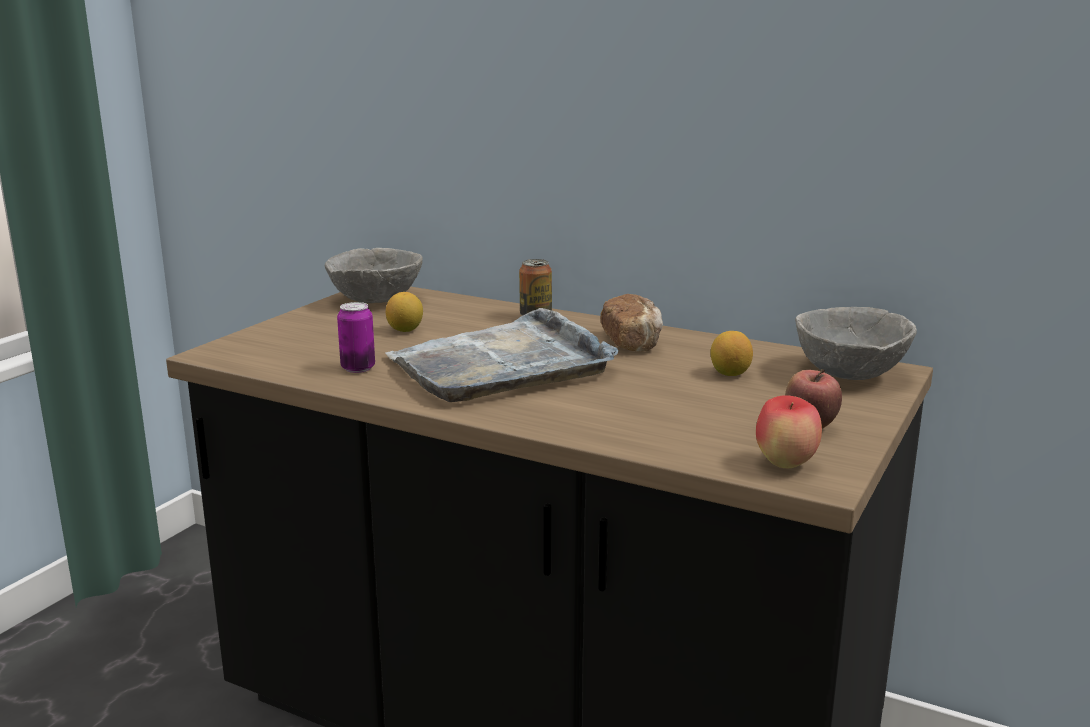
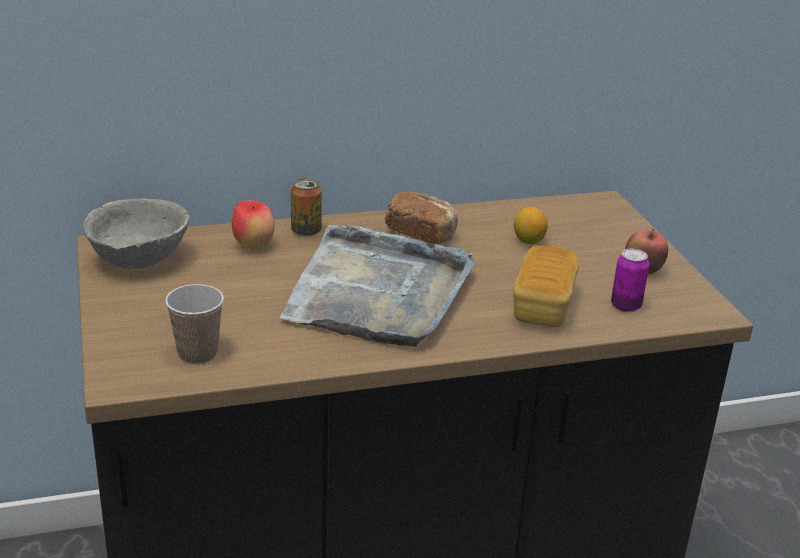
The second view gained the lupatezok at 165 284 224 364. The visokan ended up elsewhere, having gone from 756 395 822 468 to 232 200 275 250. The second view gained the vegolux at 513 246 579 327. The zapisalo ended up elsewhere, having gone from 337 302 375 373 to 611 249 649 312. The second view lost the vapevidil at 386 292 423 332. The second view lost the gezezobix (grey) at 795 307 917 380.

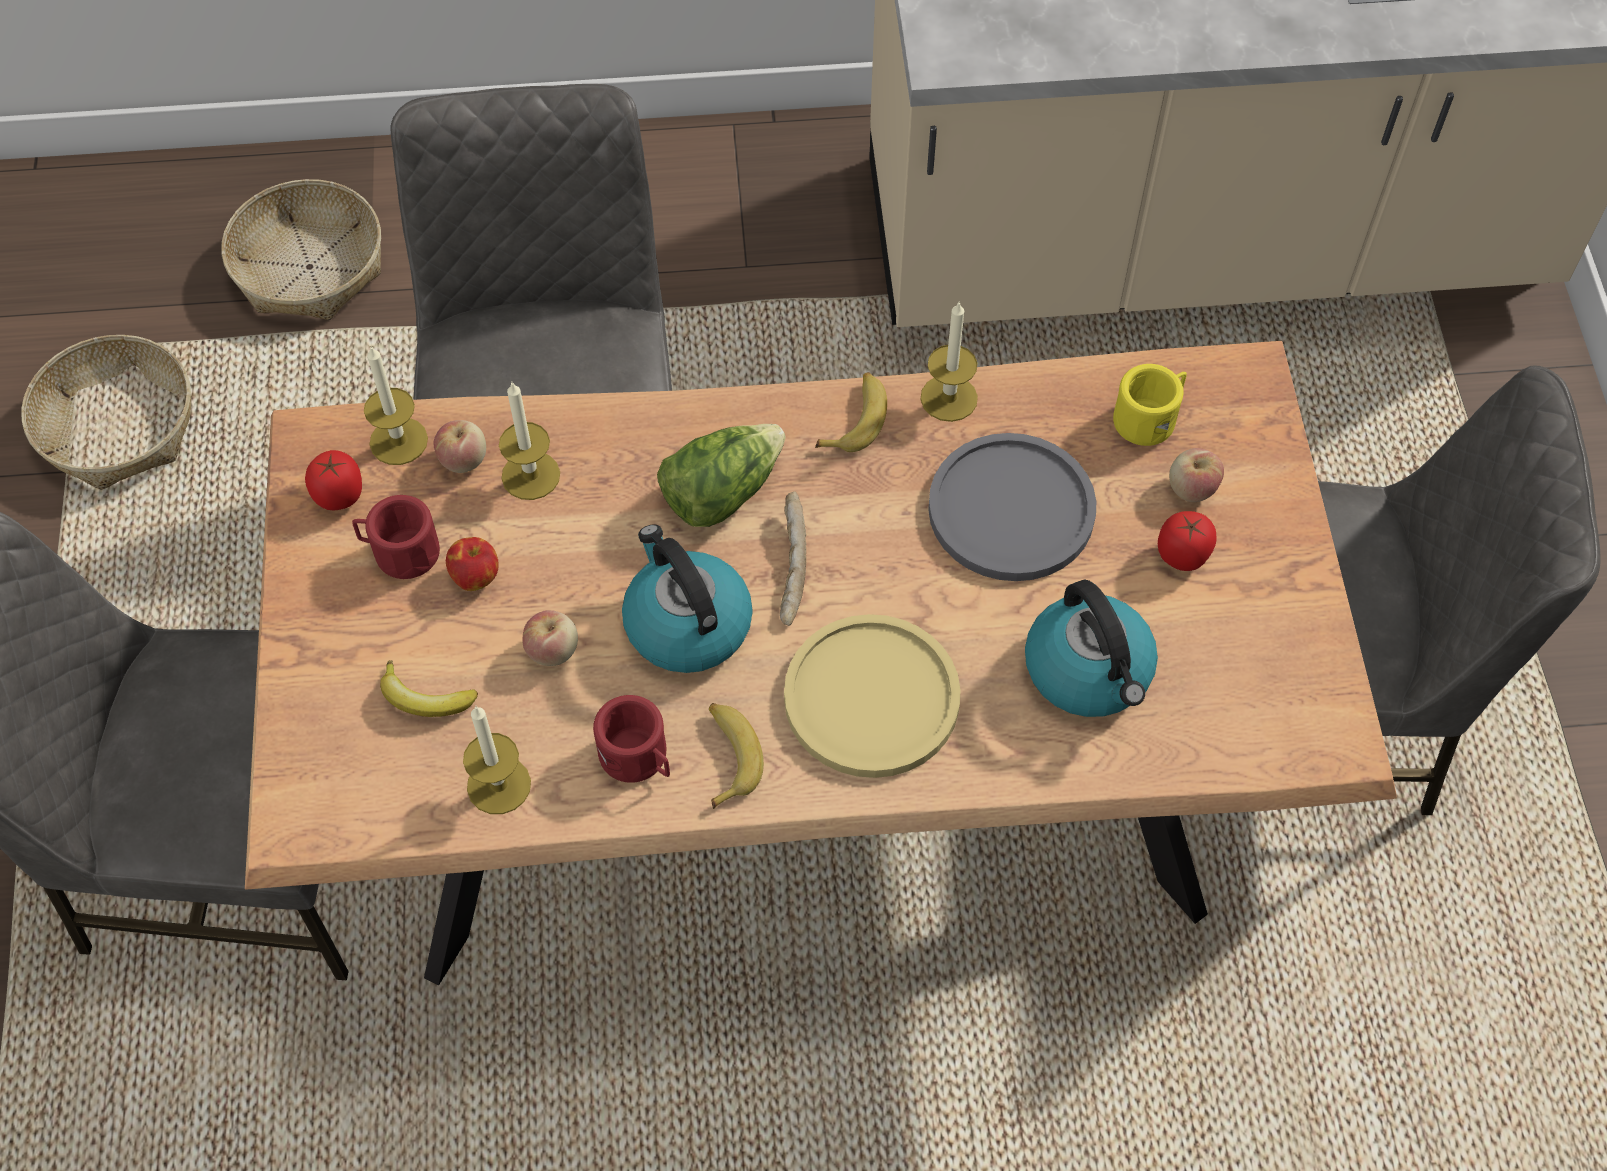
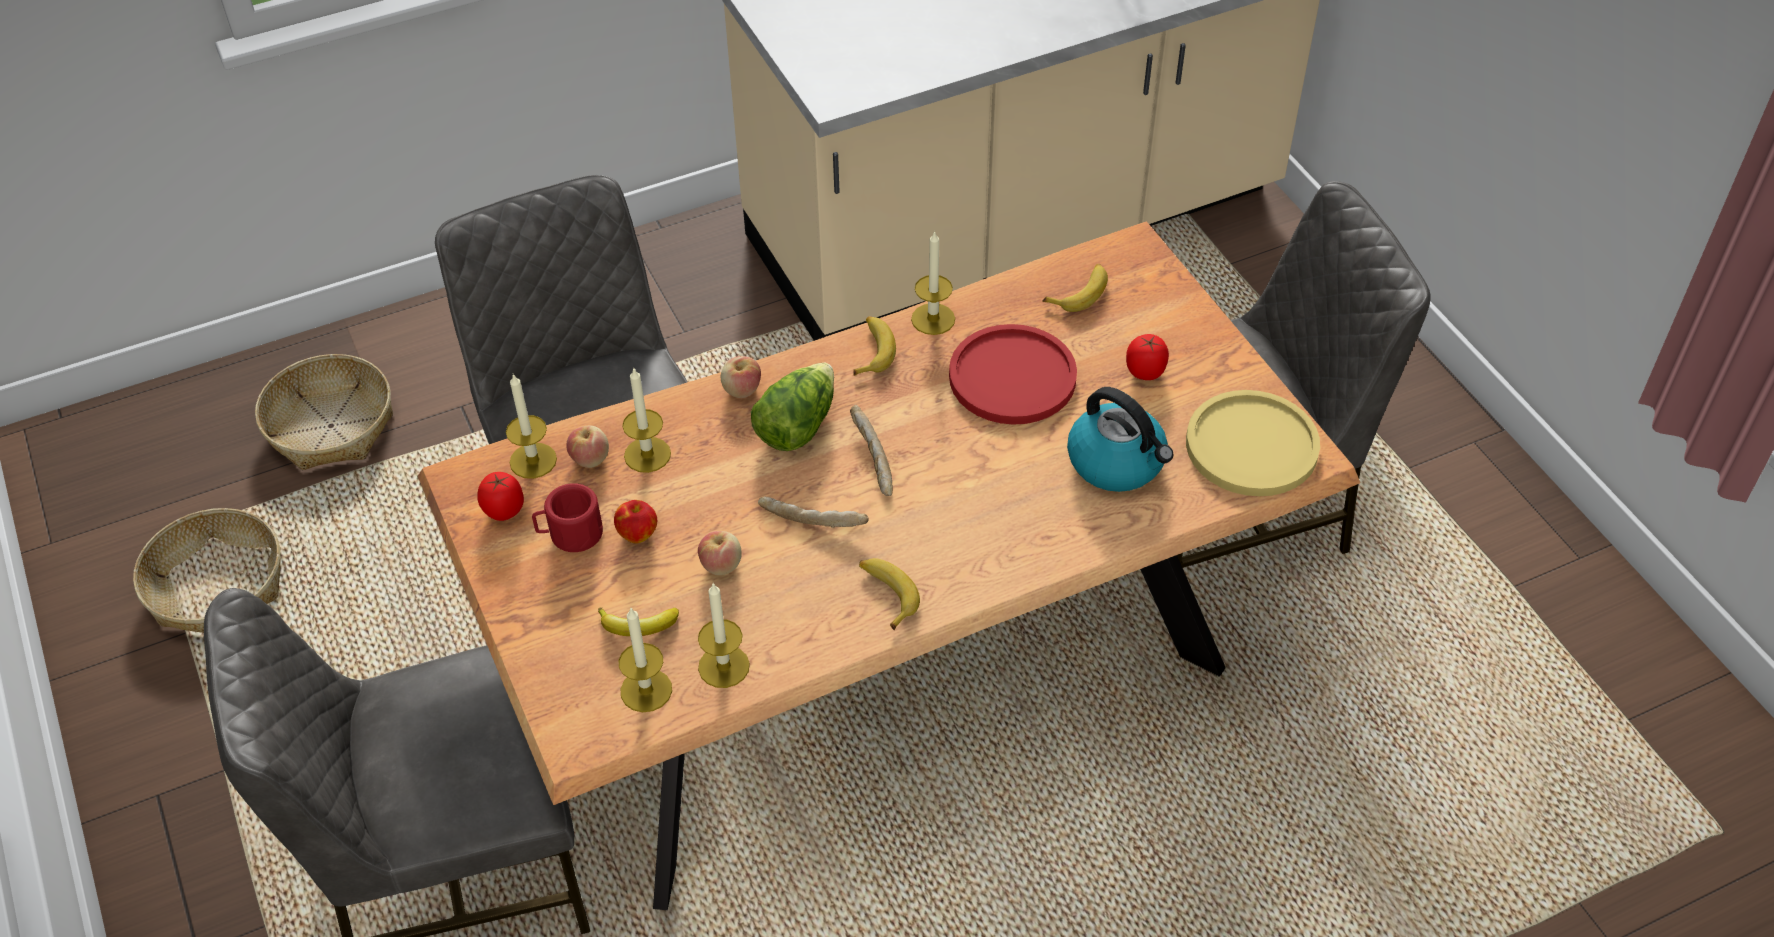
The second view gained the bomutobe at 618 608 672 712. The visokan ended up elsewhere, having gone from 1169 448 1224 502 to 721 356 761 398. Where the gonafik stood at 622 524 753 673, the vegolux came to stand at 758 497 869 528. What was the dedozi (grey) at 928 433 1096 581 turned into the dedozi (red) at 949 324 1077 425. Where the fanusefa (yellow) stood at 1113 364 1187 446, the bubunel came to stand at 1042 264 1108 312. The dedozi (yellow) ended up elsewhere, having gone from 784 614 961 778 to 1186 390 1320 496. The second view lost the fanusefa (red) at 593 695 670 783.

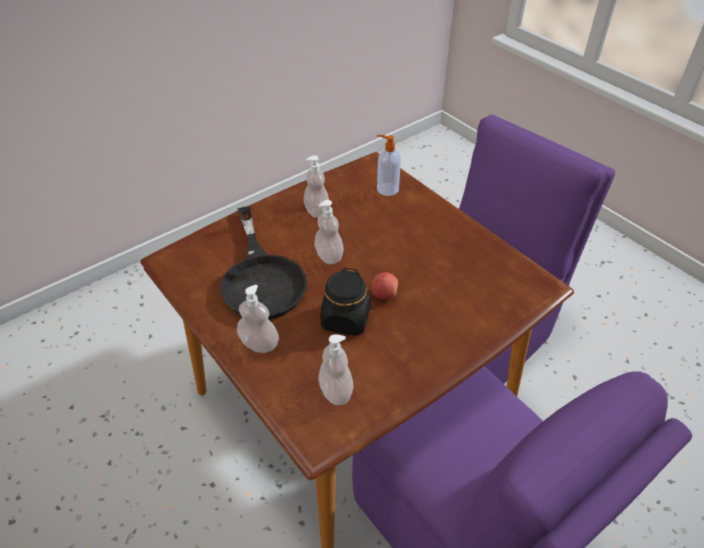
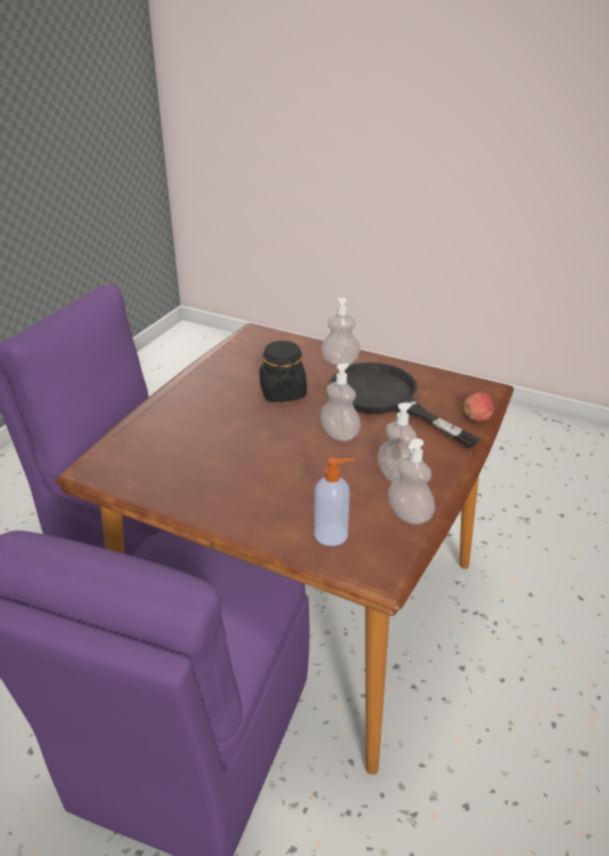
The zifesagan ended up elsewhere, having gone from 318 334 353 405 to 388 438 435 525. The visokan ended up elsewhere, having gone from 372 272 398 299 to 464 392 493 422.

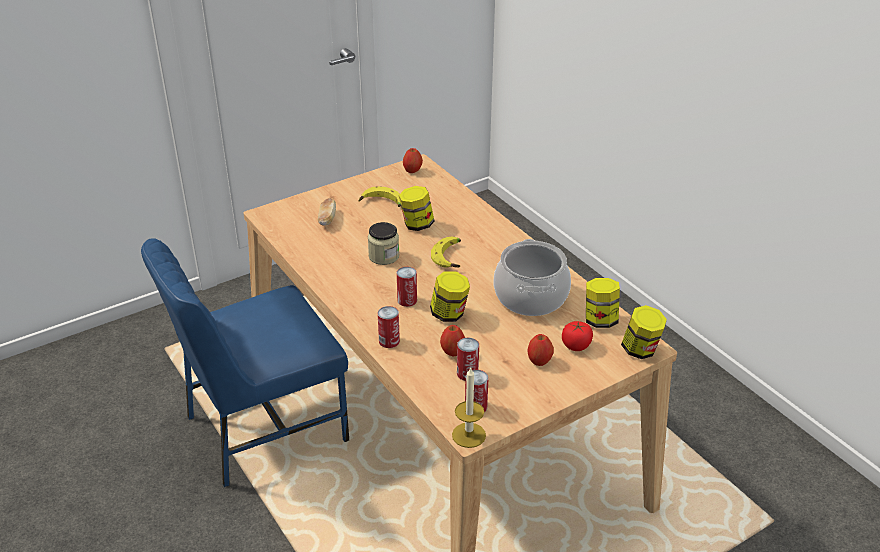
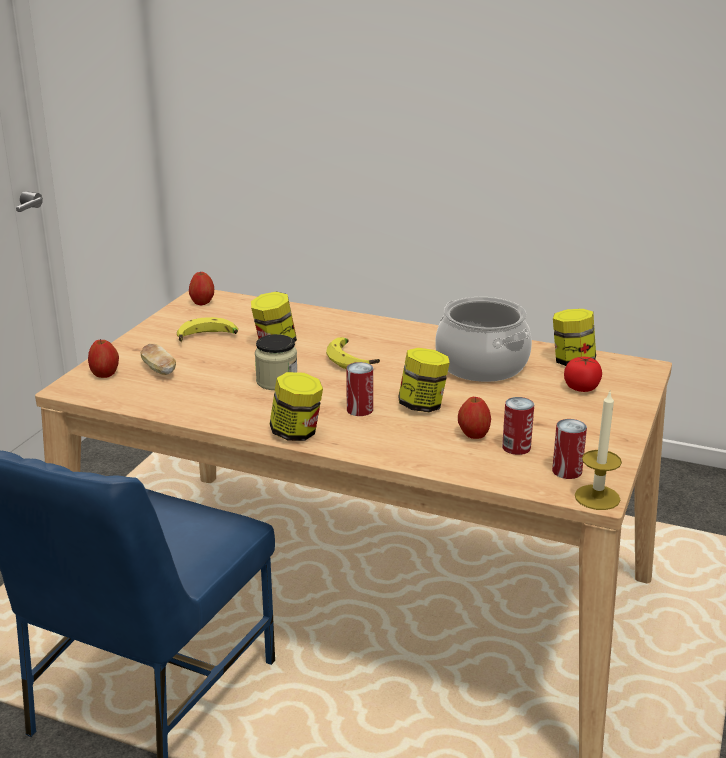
The visokan ended up elsewhere, having gone from 528 334 554 366 to 88 339 119 378. The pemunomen ended up elsewhere, having gone from 621 305 667 359 to 270 372 323 441. The second view lost the zapisalo at 378 306 400 348.

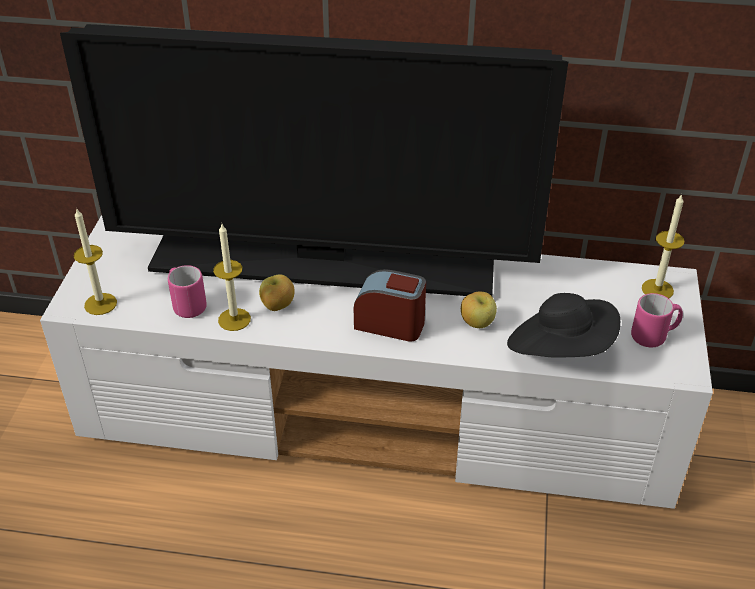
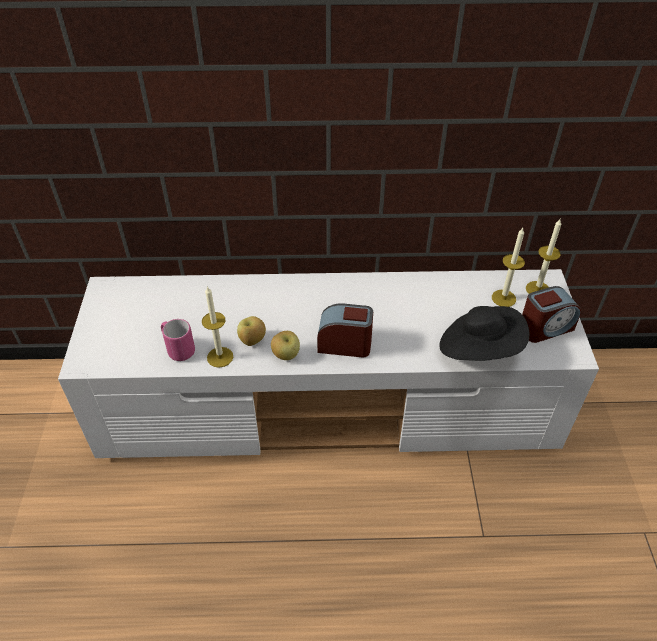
The visokan ended up elsewhere, having gone from 461 292 497 328 to 271 331 300 360. The bomutobe ended up elsewhere, having gone from 74 209 117 315 to 492 228 525 307. Where the fanusefa (pink) stood at 631 293 683 348, the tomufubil came to stand at 522 286 581 343. The second view lost the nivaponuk at 60 24 568 296.

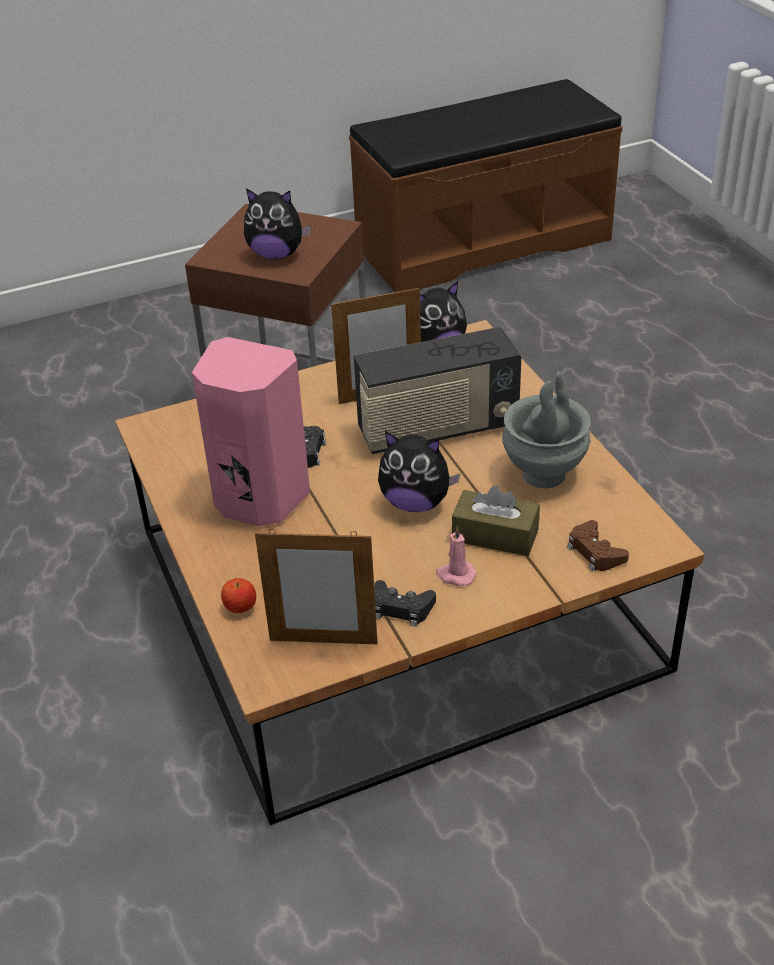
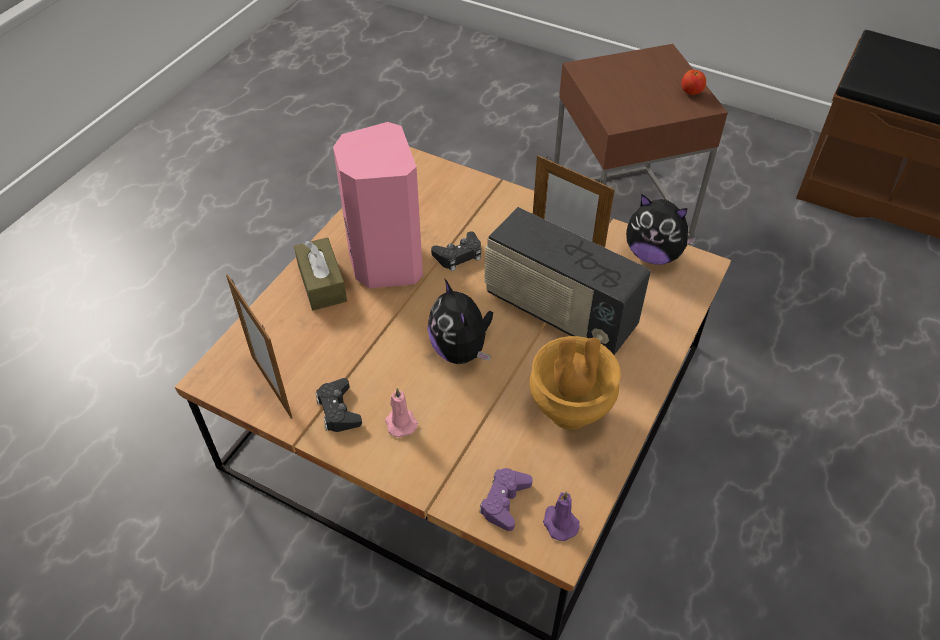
The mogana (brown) ended up elsewhere, having gone from 452 486 540 556 to 294 237 347 310. What was the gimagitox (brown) at 568 520 629 572 turned into the gimagitox (purple) at 479 468 533 531. What was the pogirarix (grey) at 502 371 590 488 turned into the pogirarix (brown) at 530 336 621 430. The second view gained the bomutobe (purple) at 543 492 580 541. The visokan ended up elsewhere, having gone from 221 578 256 613 to 681 70 706 95. The second view lost the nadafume at 244 188 311 260.

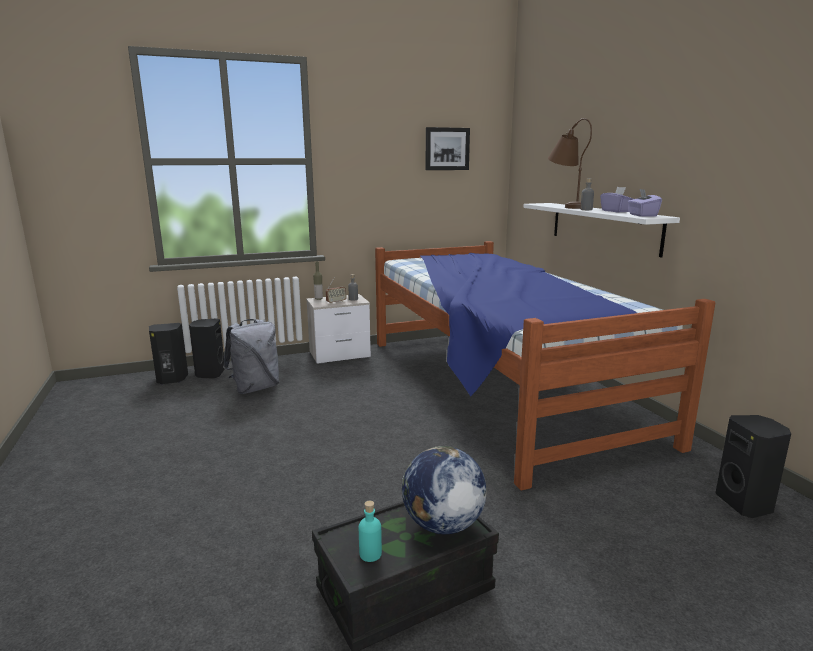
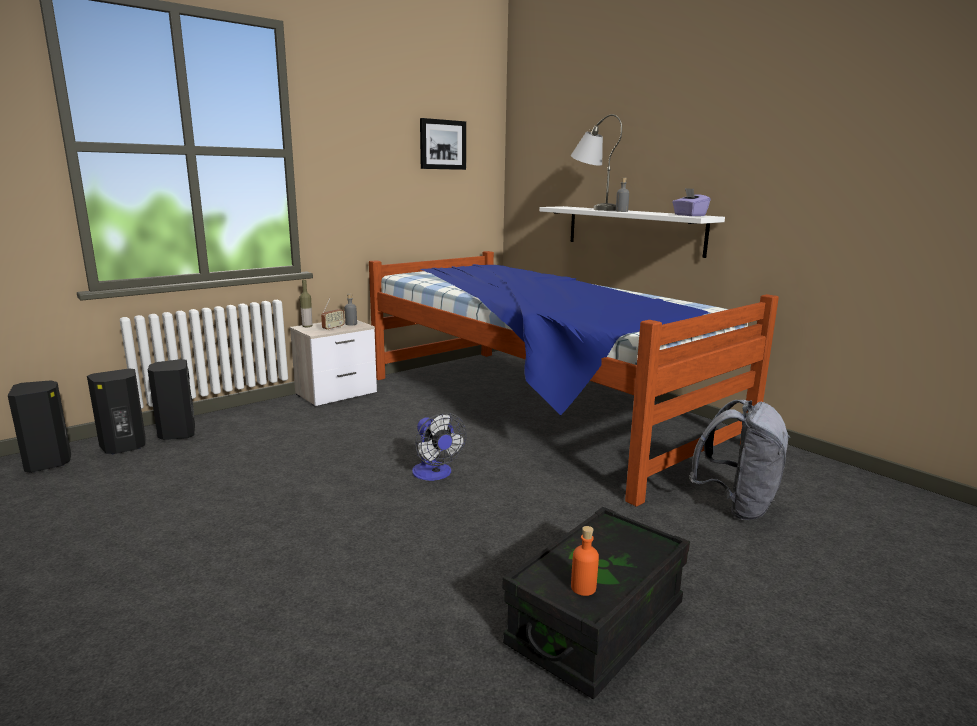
The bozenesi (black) ended up elsewhere, having gone from 715 415 791 518 to 8 380 71 473. The second view gained the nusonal at 412 412 467 481. What was the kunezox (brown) at 548 118 592 209 turned into the kunezox (grey) at 571 114 622 211. What was the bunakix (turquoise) at 359 501 382 562 turned into the bunakix (orange) at 571 526 599 596. The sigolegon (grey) ended up elsewhere, having gone from 223 319 279 394 to 689 400 790 520. The second view lost the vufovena at 402 446 487 534. The second view lost the mogana (purple) at 600 187 633 212.

